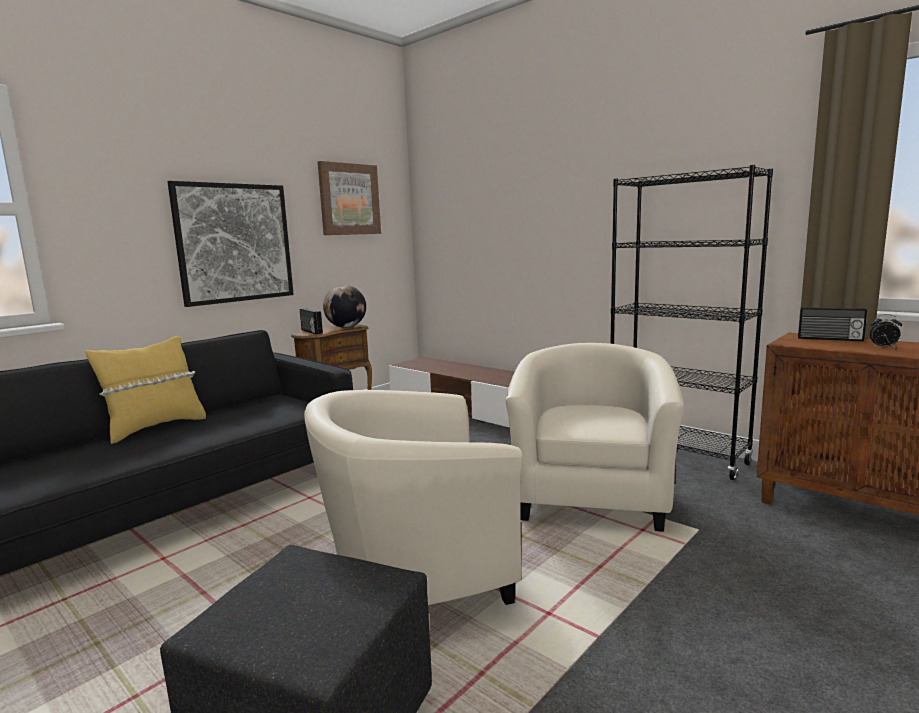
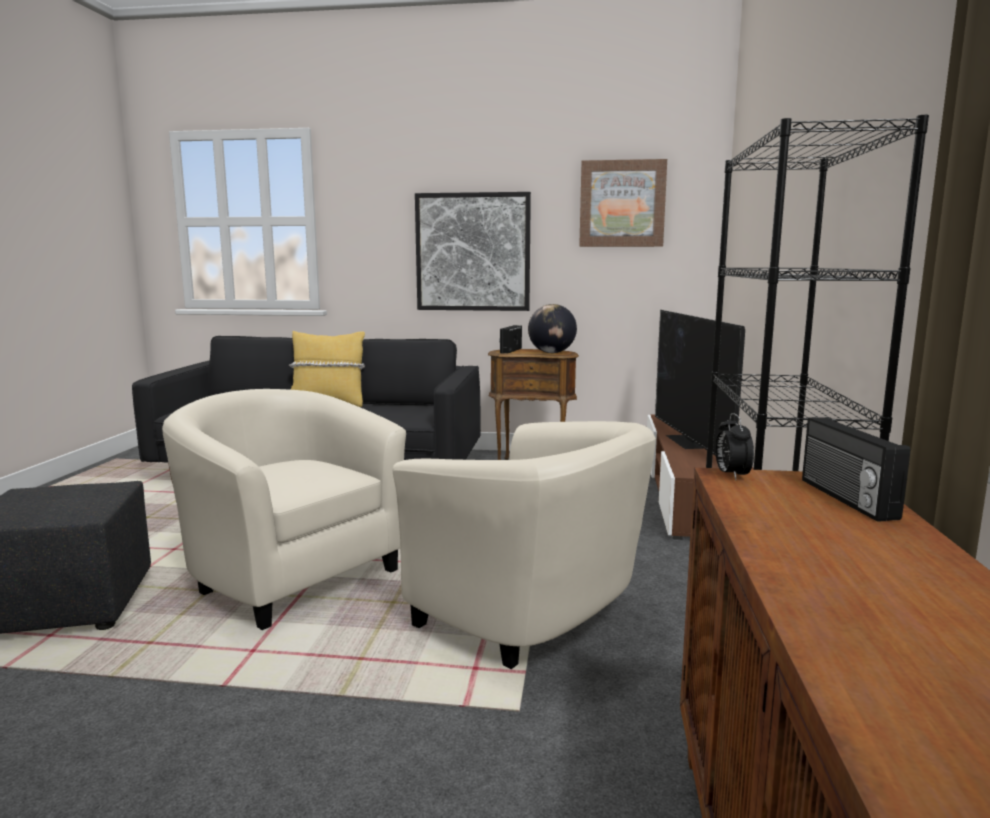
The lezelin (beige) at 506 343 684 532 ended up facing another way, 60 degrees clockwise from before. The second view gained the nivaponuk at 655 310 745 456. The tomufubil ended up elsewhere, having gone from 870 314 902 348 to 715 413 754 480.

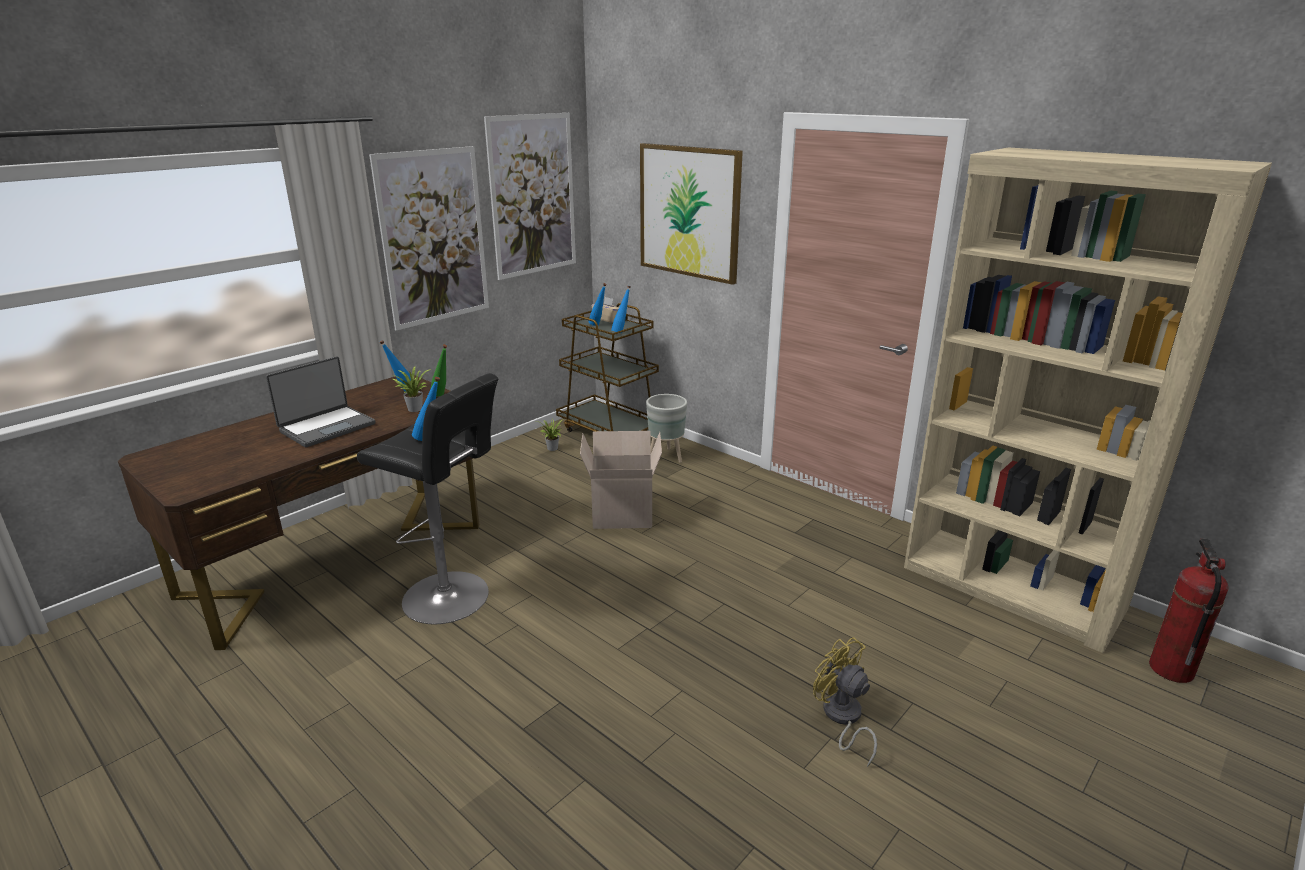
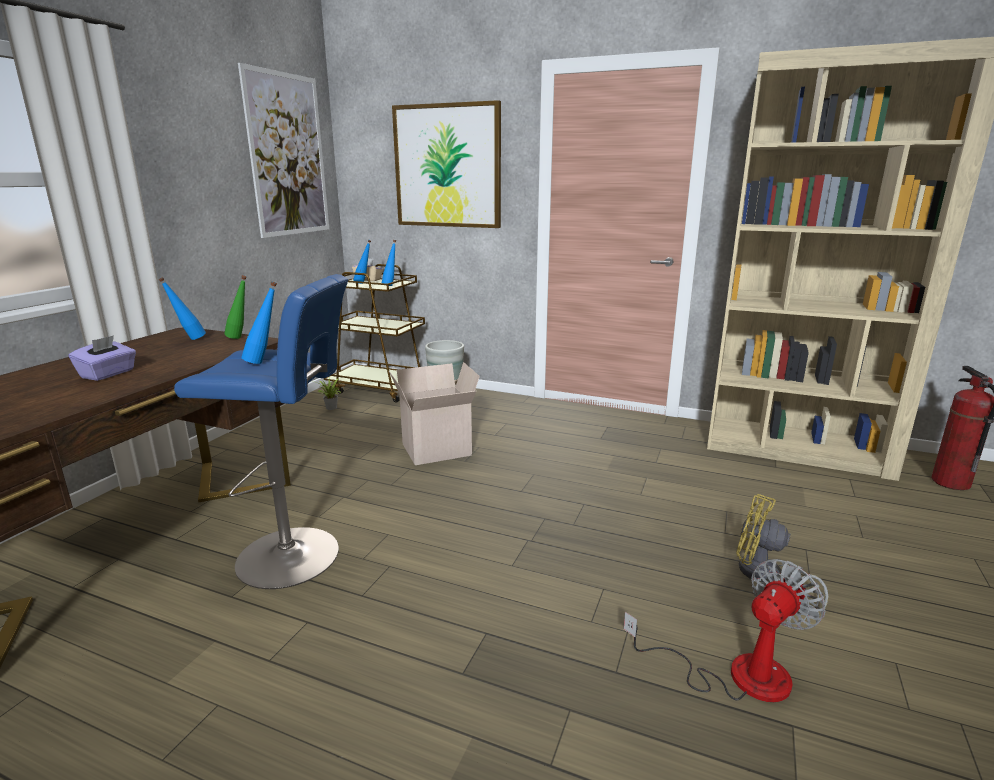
Where the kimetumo stood at 266 356 375 447, the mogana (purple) came to stand at 69 335 136 381. What was the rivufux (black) at 357 373 499 624 turned into the rivufux (blue) at 174 274 348 589. The second view gained the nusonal at 623 559 826 702. The second view lost the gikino at 369 146 489 331. The second view lost the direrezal at 393 367 431 412.

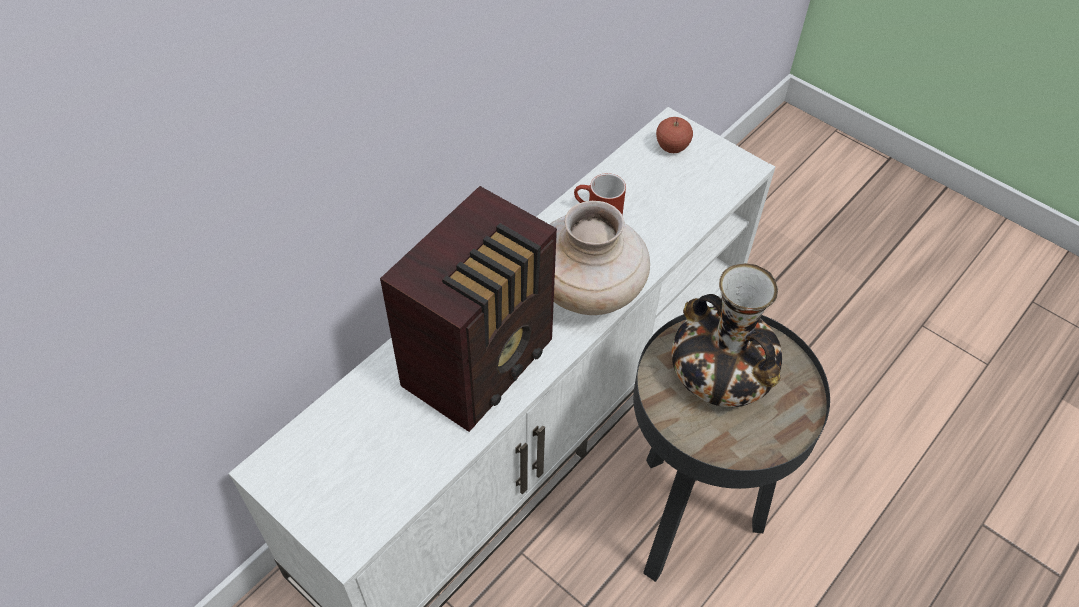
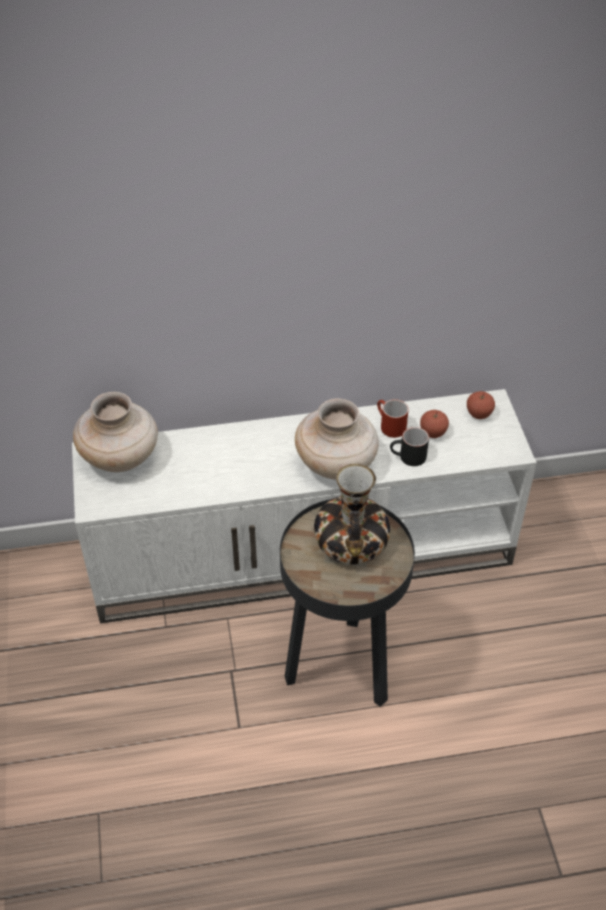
The second view gained the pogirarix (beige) at 73 392 158 472. The second view gained the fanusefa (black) at 390 427 429 466. The second view gained the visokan at 420 410 449 438. The second view lost the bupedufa at 380 186 557 432.

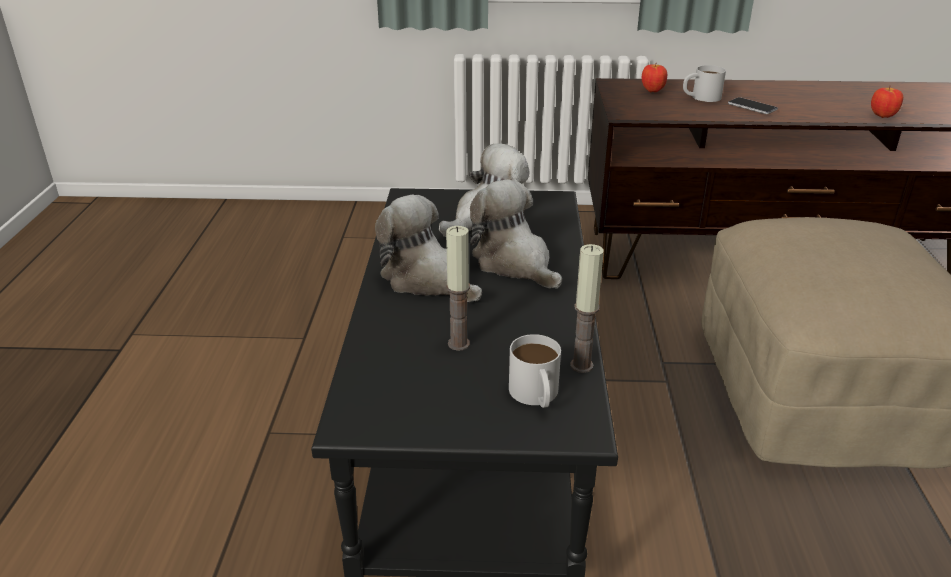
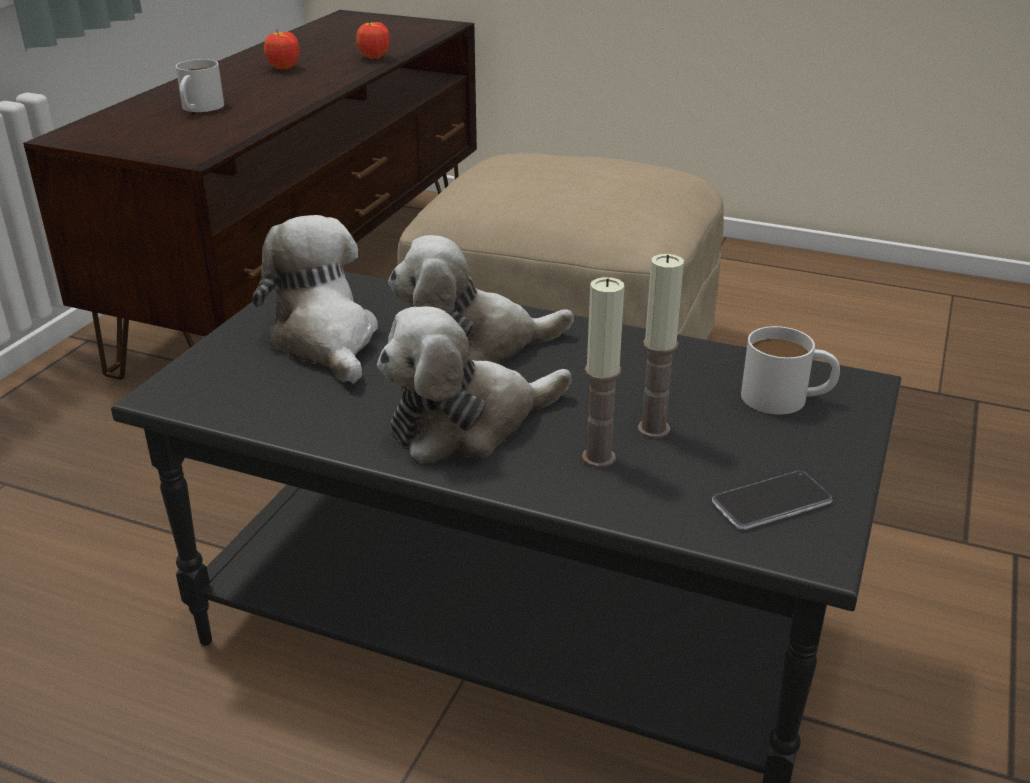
The visokan ended up elsewhere, having gone from 641 64 667 92 to 264 29 300 70. The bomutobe ended up elsewhere, having gone from 570 244 604 373 to 582 277 624 468. The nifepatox ended up elsewhere, having gone from 728 97 778 114 to 712 471 833 530.

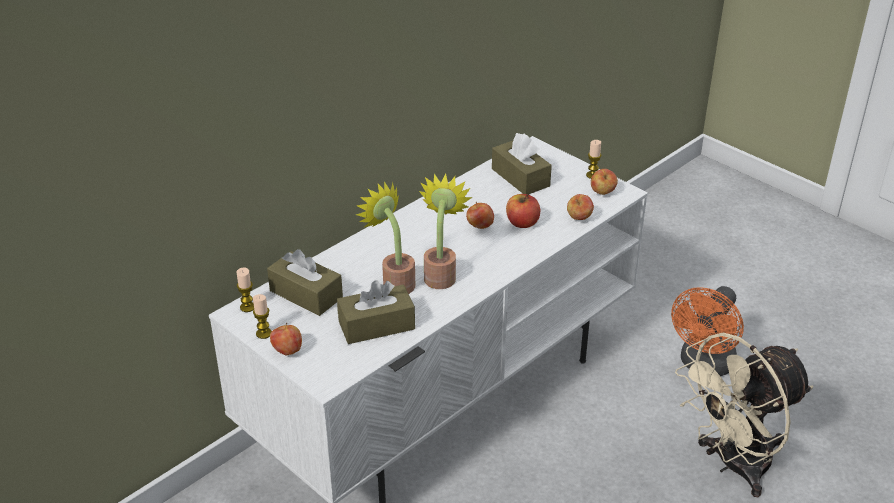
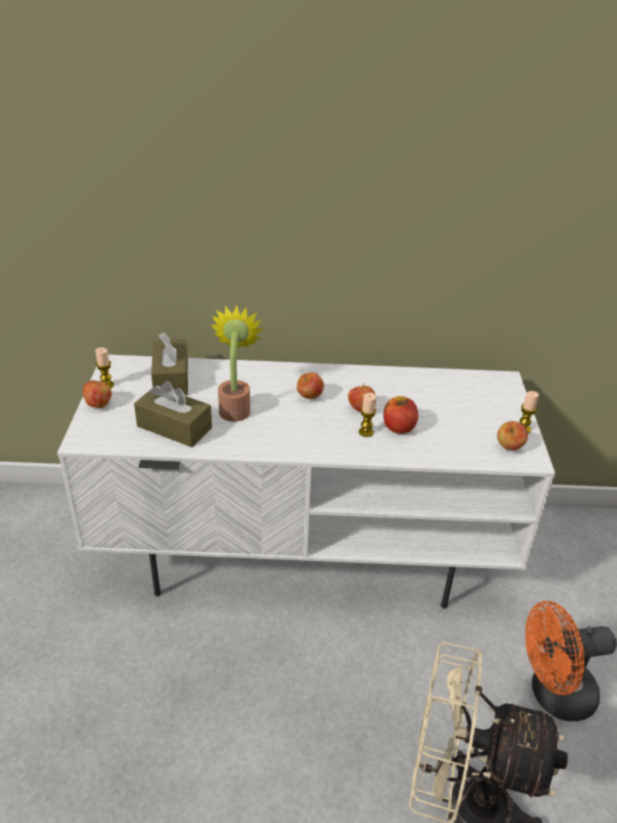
The visokan ended up elsewhere, having gone from 567 194 594 220 to 297 372 324 399. The bomutobe ended up elsewhere, having gone from 236 267 254 312 to 359 393 376 437. The second view lost the direrezal at 419 173 472 289. The second view lost the mogana (brown) at 492 133 552 195.

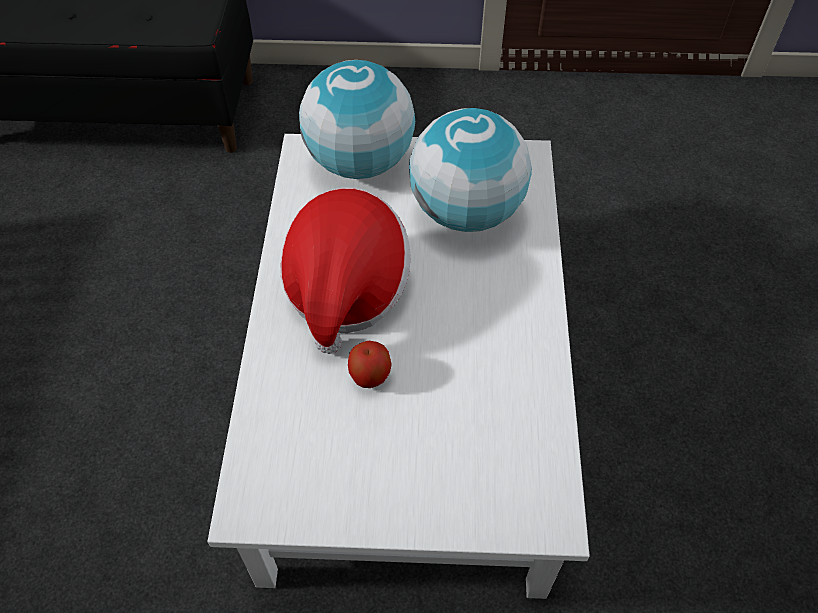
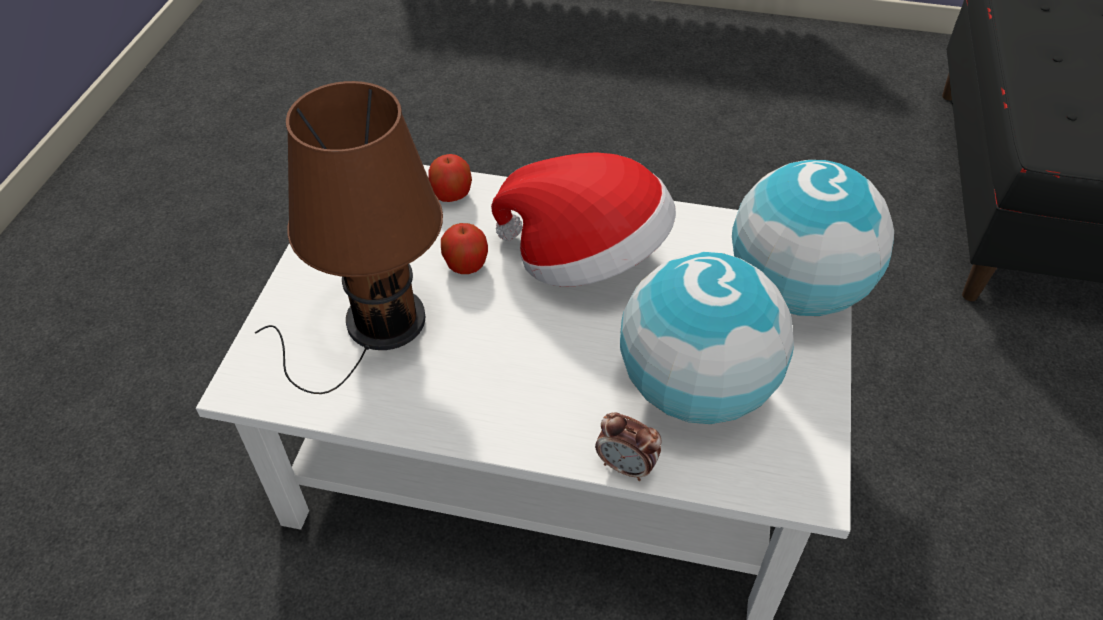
The second view gained the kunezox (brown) at 255 81 443 394. The second view gained the visokan at 429 154 472 202. The second view gained the tomufubil at 595 412 662 481.

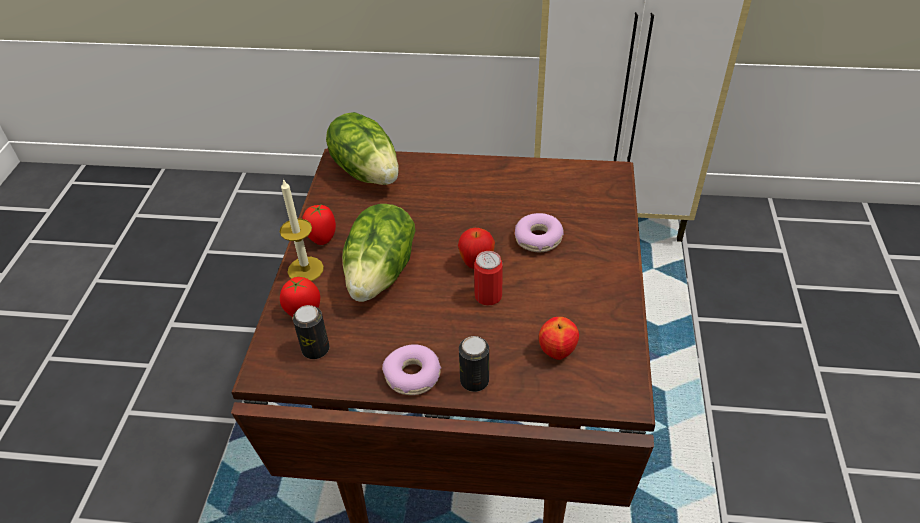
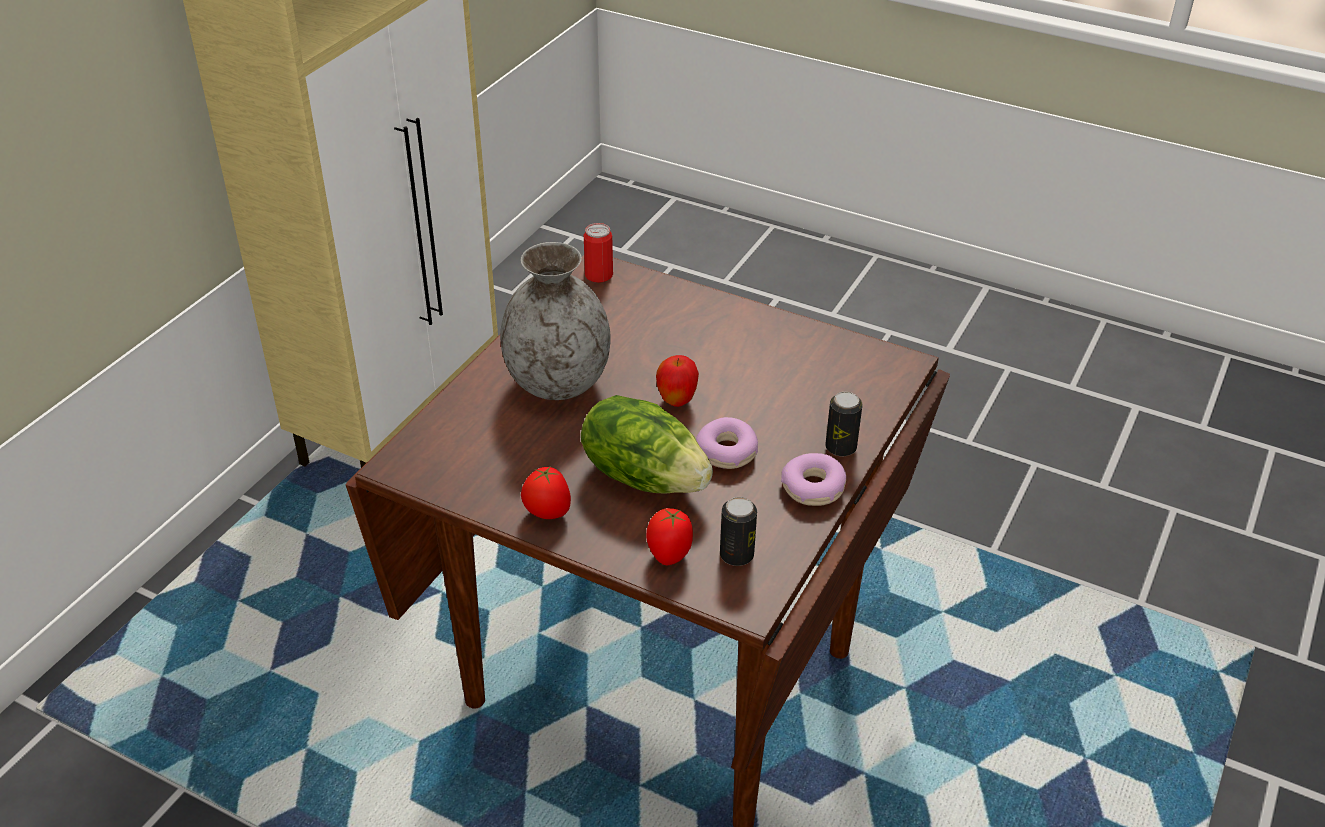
The second view gained the pogirarix (grey) at 500 242 611 400. The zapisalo ended up elsewhere, having gone from 474 251 503 305 to 584 223 613 283. The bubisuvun ended up elsewhere, having gone from 515 213 564 252 to 696 417 758 469. The second view lost the bomutobe at 280 178 324 281. The second view lost the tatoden at 326 112 399 185. The second view lost the visokan at 539 317 579 360.

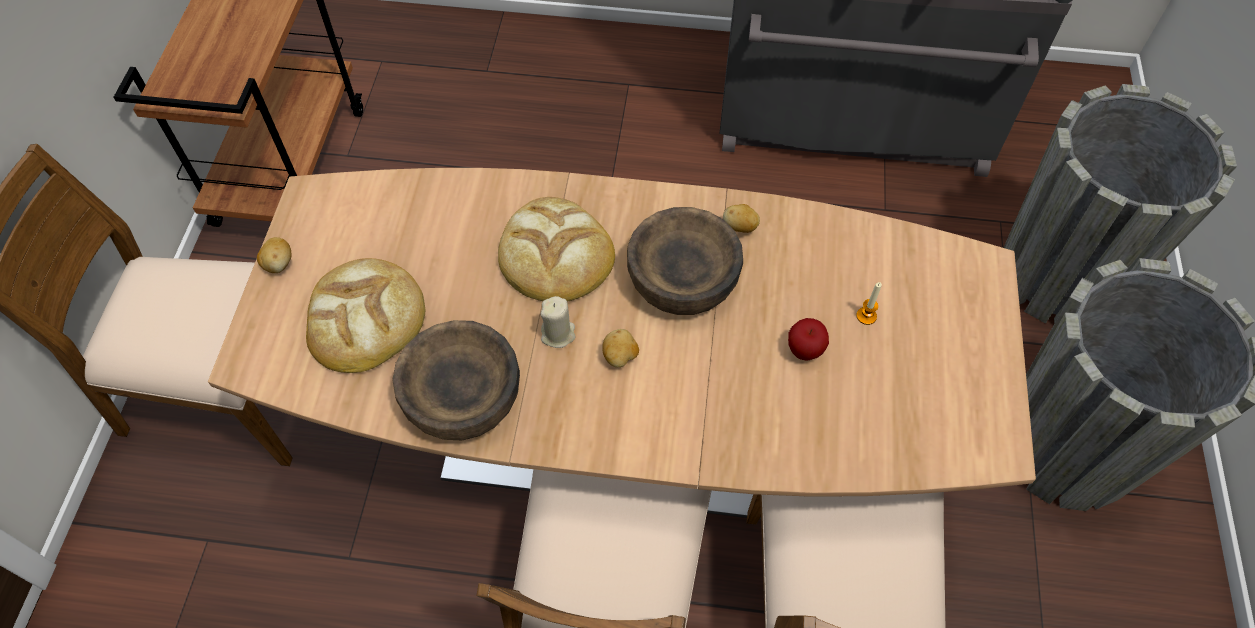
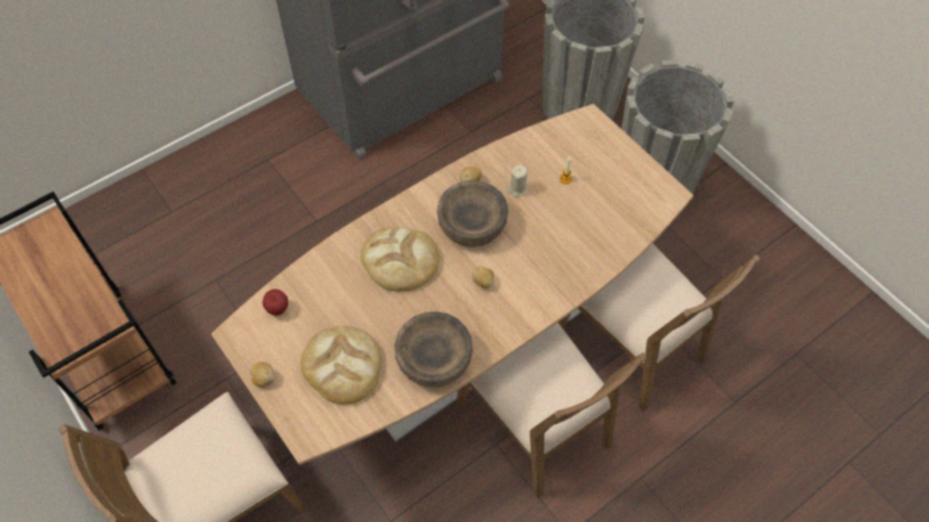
The visokan ended up elsewhere, having gone from 788 318 829 361 to 262 289 288 316. The bomutobe (beige) ended up elsewhere, having gone from 541 296 575 348 to 507 164 528 197.

